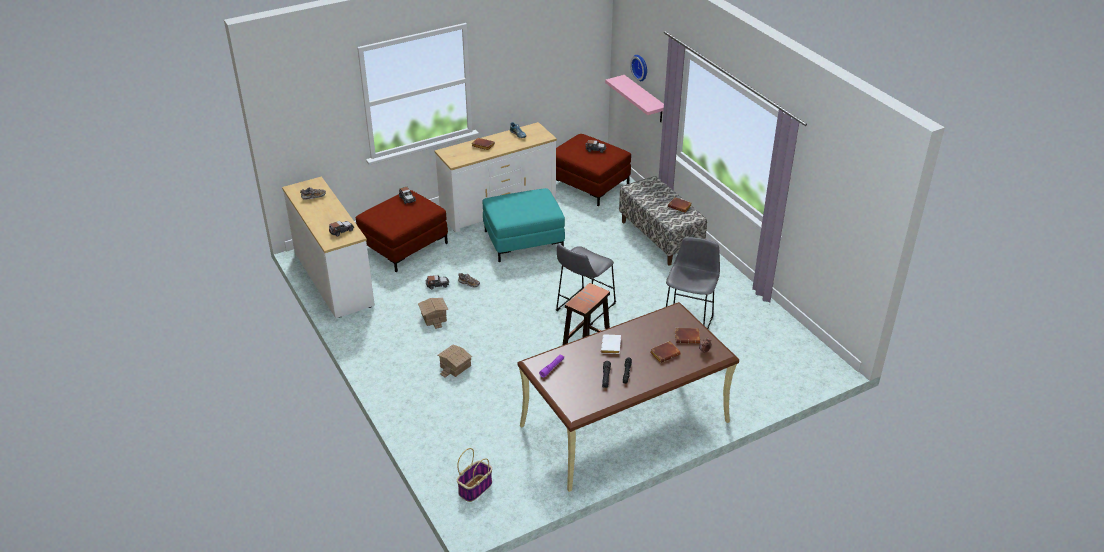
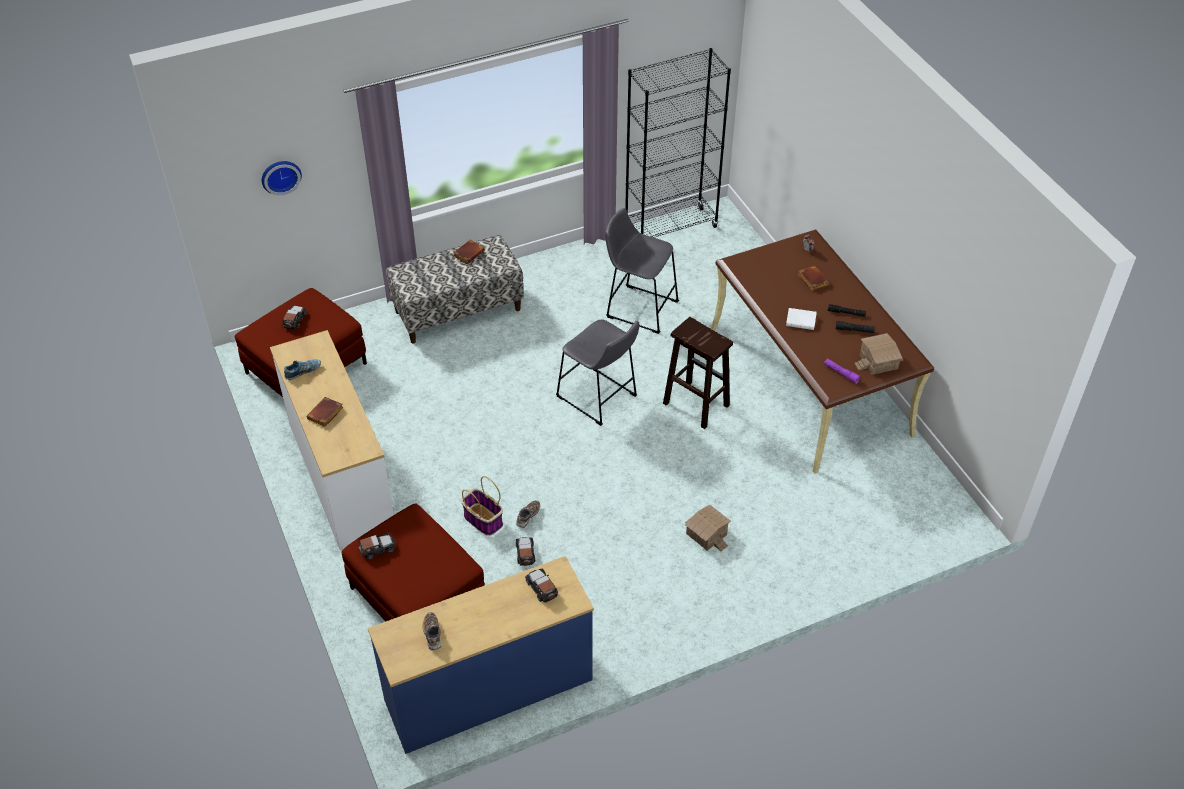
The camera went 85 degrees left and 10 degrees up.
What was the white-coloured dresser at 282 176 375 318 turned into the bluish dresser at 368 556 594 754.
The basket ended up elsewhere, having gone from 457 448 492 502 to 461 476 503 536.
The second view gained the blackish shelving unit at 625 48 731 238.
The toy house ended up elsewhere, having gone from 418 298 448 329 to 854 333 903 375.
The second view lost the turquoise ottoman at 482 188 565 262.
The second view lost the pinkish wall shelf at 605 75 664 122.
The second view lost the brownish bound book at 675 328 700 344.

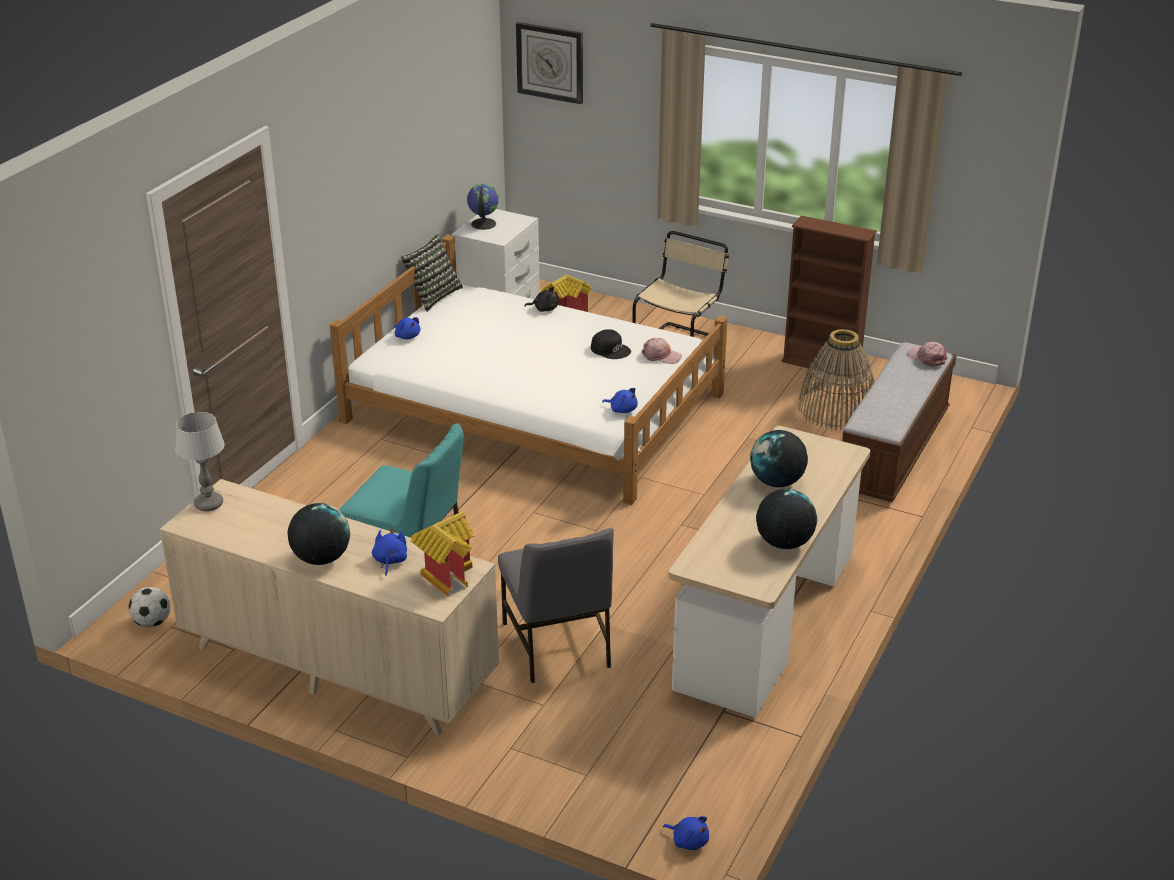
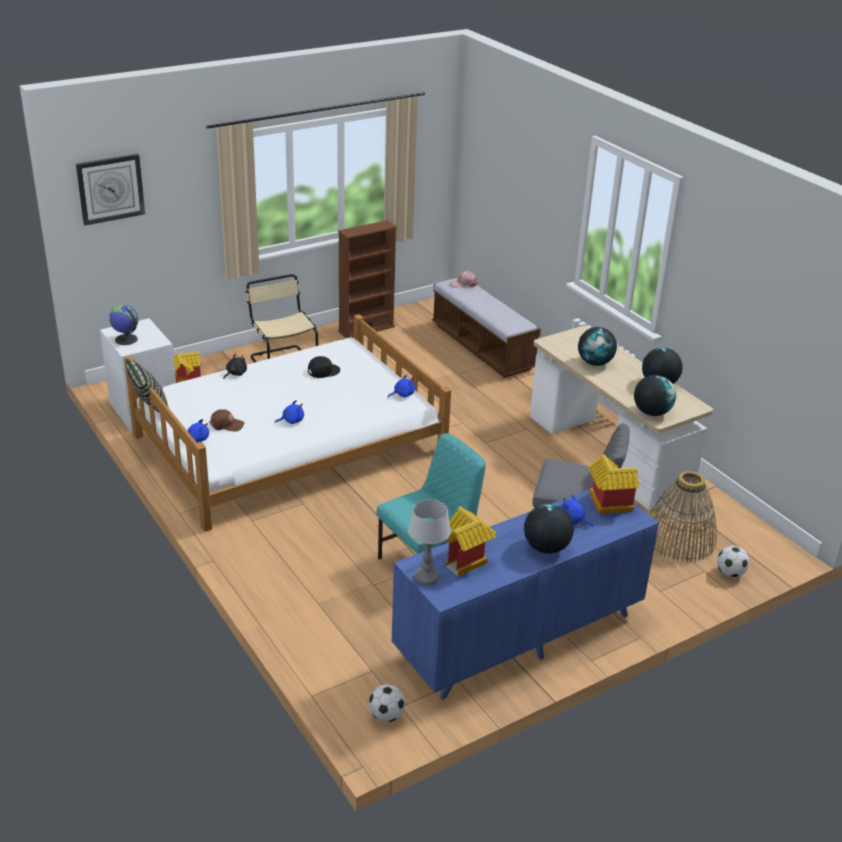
The camera went 60 degrees left and 0 degrees up.
The second view gained the brownish peaked cap at 209 409 244 431.
The bluish plush toy ended up elsewhere, having gone from 663 816 709 850 to 275 400 304 424.
What was the sand-coloured dresser at 160 479 499 735 turned into the bluish dresser at 392 489 659 700.
The second view gained the toy house at 446 506 496 576.
The second view gained the world globe at 634 375 676 416.
The basket ended up elsewhere, having gone from 797 329 874 430 to 650 471 717 562.
The second view gained the football at 717 546 749 577.
The second view lost the pinkish peaked cap at 641 338 682 364.

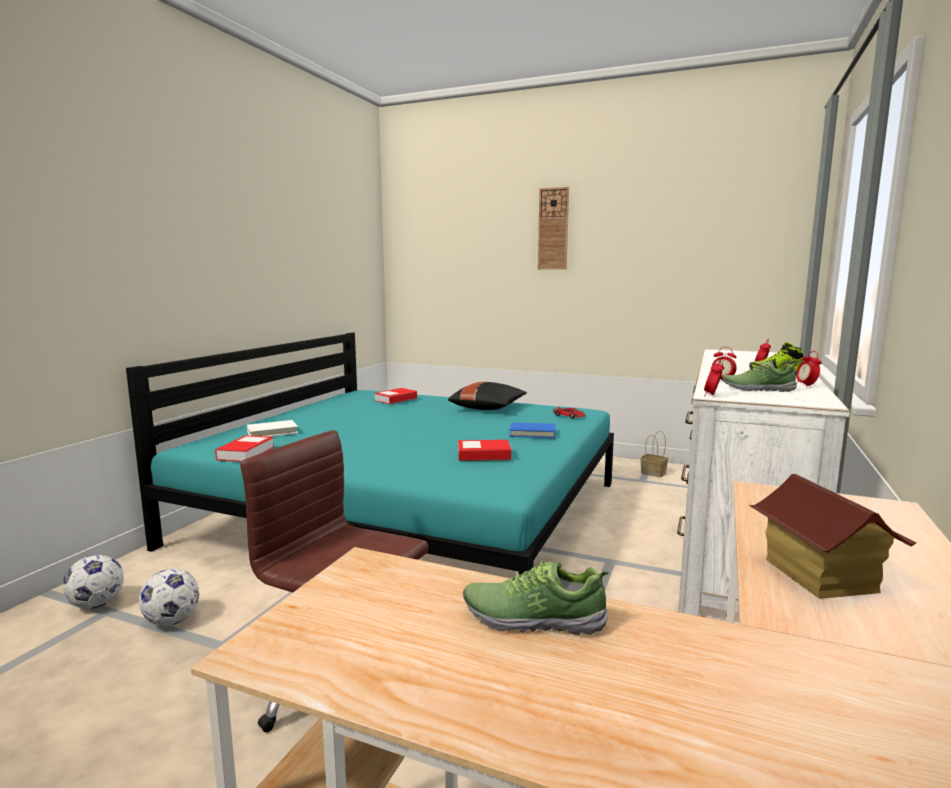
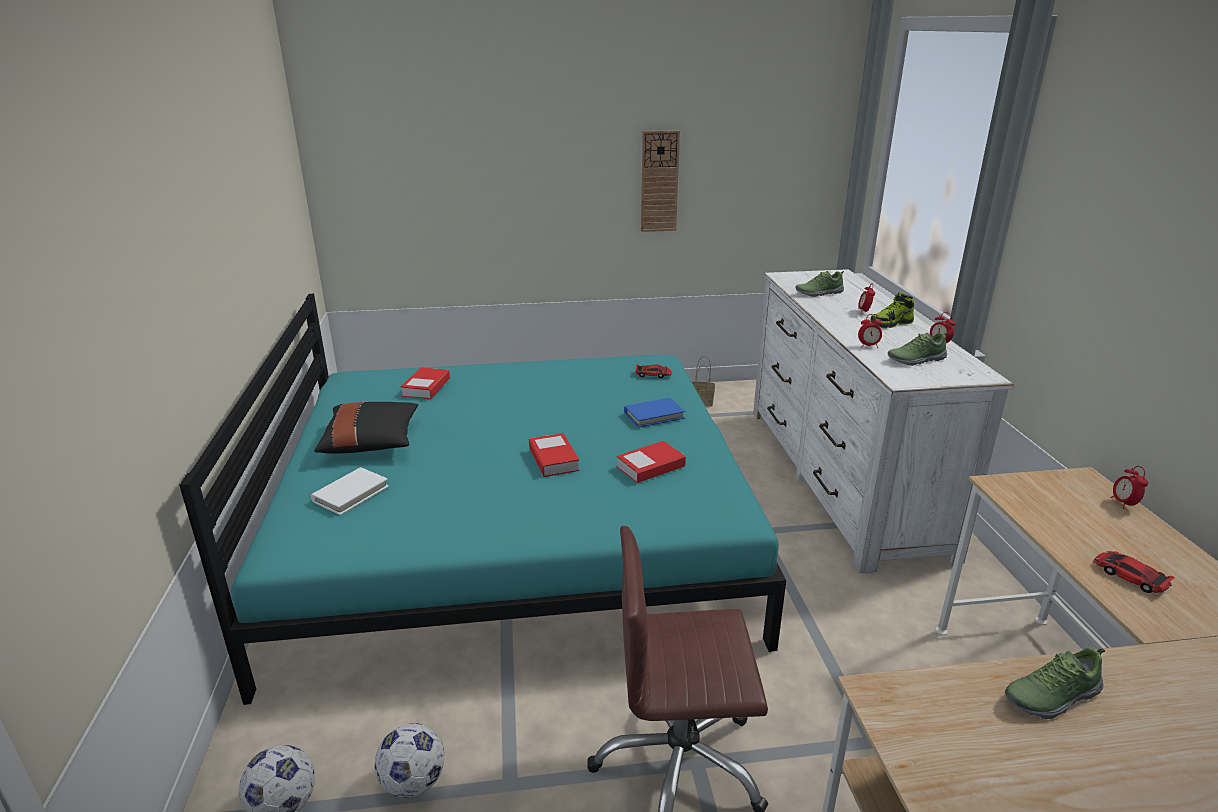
The camera went 30 degrees left and 15 degrees up.
The blackish cushion ended up elsewhere, having gone from 448 382 527 410 to 314 402 418 454.
The bound book ended up elsewhere, having gone from 215 435 274 462 to 529 433 580 477.
The wall clock ended up elsewhere, having gone from 538 187 569 270 to 641 130 680 232.
The second view gained the shoe at 795 271 844 297.
Where the toy house stood at 749 474 916 599, the toy car came to stand at 1093 551 1175 593.
The alarm clock ended up elsewhere, having gone from 704 358 724 396 to 1111 466 1148 509.

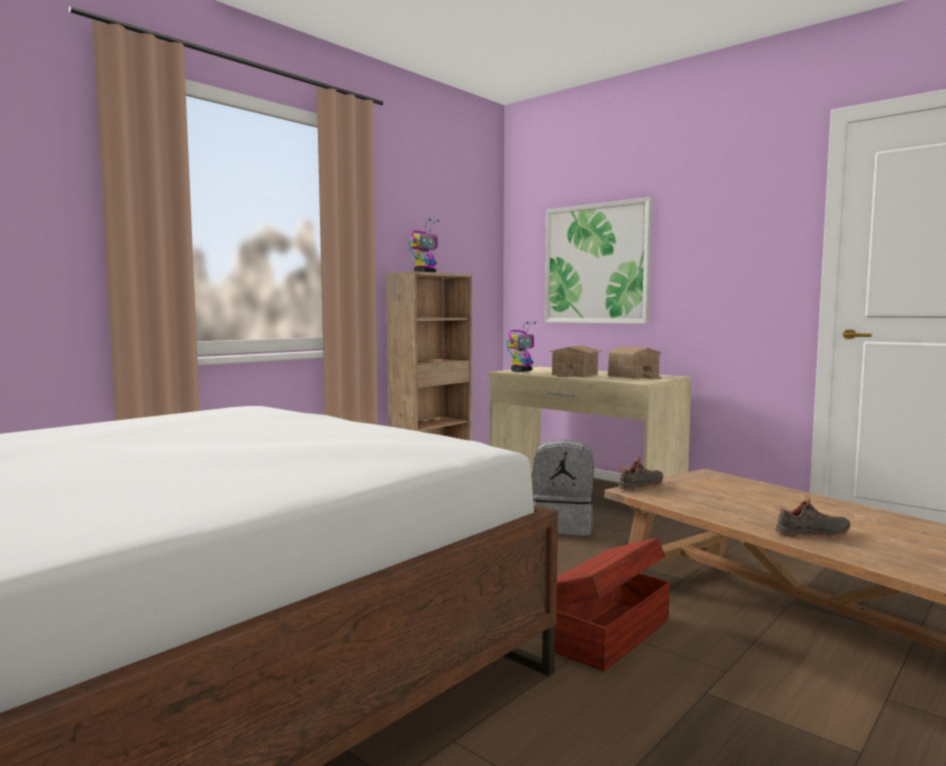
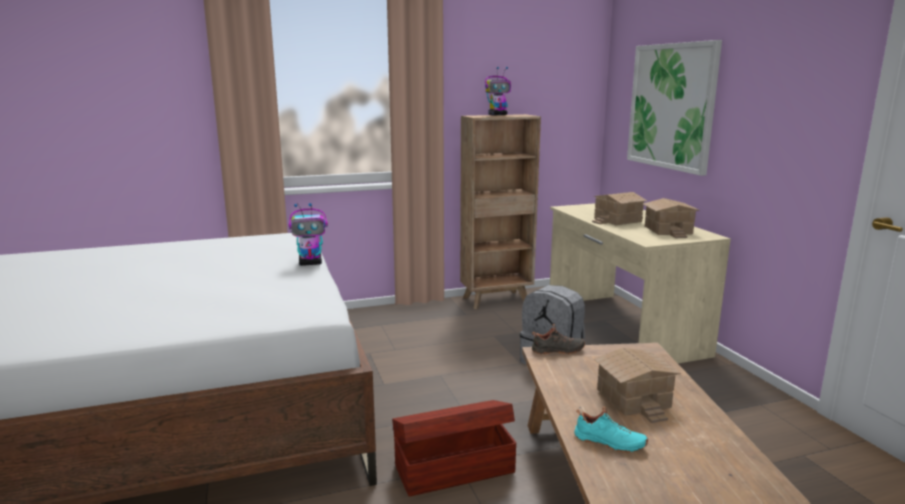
The camera went 30 degrees right and 10 degrees up.
The toy robot ended up elsewhere, having gone from 506 321 536 372 to 289 203 328 266.
What was the blackish shoe at 775 495 850 538 turned into the turquoise shoe at 574 406 648 453.
The second view gained the toy house at 594 348 681 423.

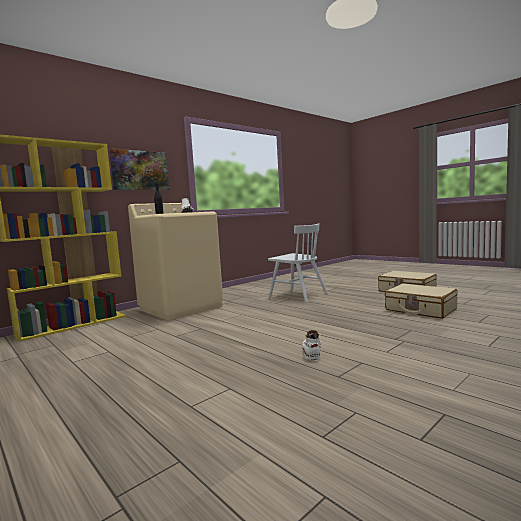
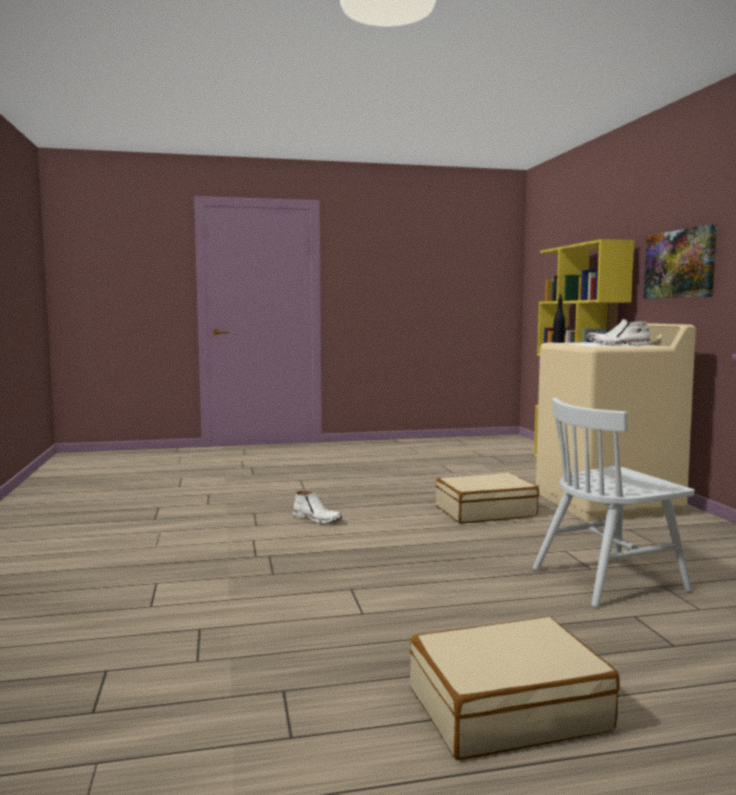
The camera went 120 degrees right and 0 degrees up.
The sand-coloured piece of luggage ended up elsewhere, having gone from 385 283 458 319 to 435 472 539 524.

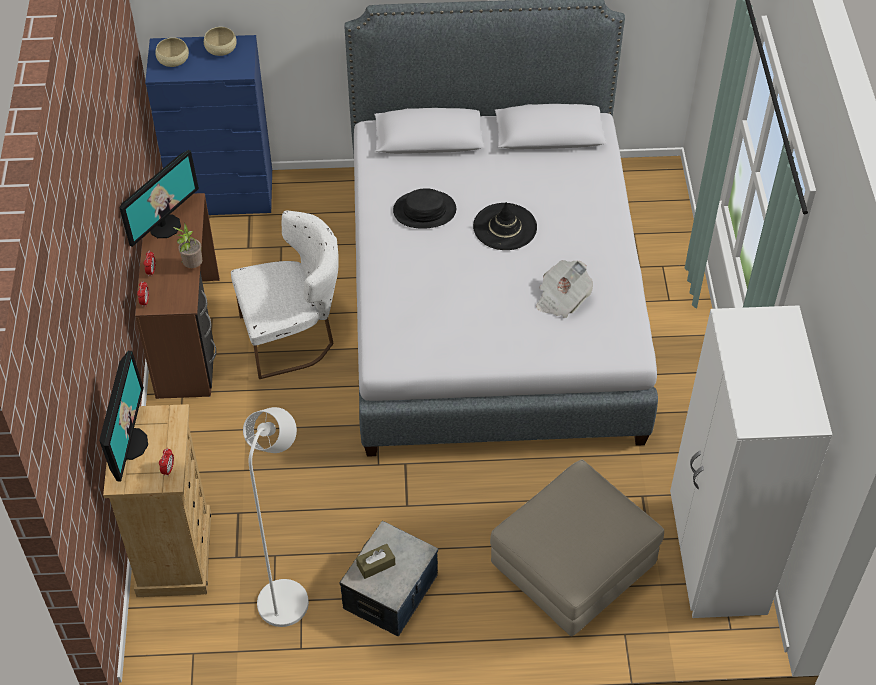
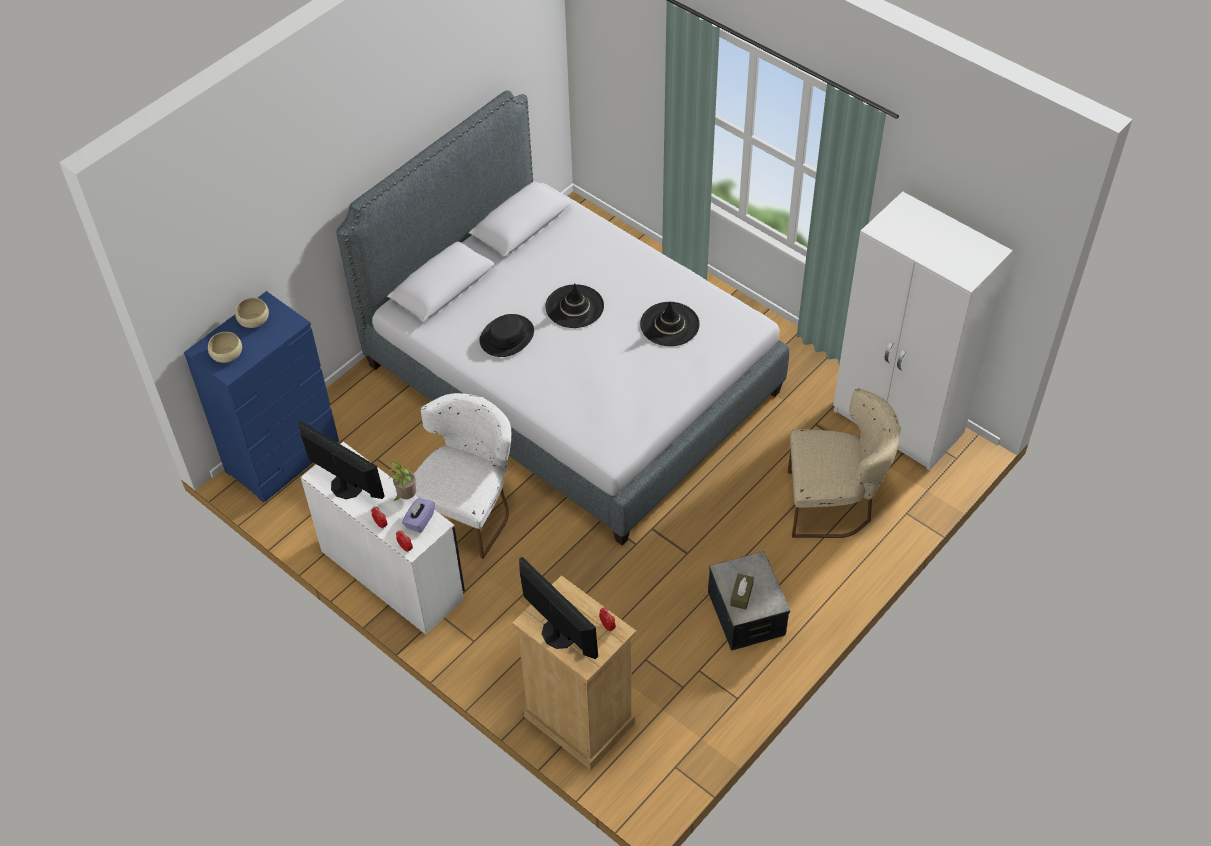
The camera went 45 degrees left and 0 degrees up.
The computer display at 120 150 199 247 ended up facing another way, 45 degrees counterclockwise from before.
What was the brownish desk unit at 135 193 220 399 turned into the white-coloured desk unit at 301 442 465 635.
The second view gained the purple-coloured tissue box at 402 498 435 533.
Where the printed paper stood at 536 260 593 318, the blackish clothing hat came to stand at 640 302 700 346.
Where the sand-coloured ottoman stood at 490 459 664 636, the sand-coloured plain chair came to stand at 788 388 901 538.
The second view lost the white-coloured standard lamp at 243 407 309 627.

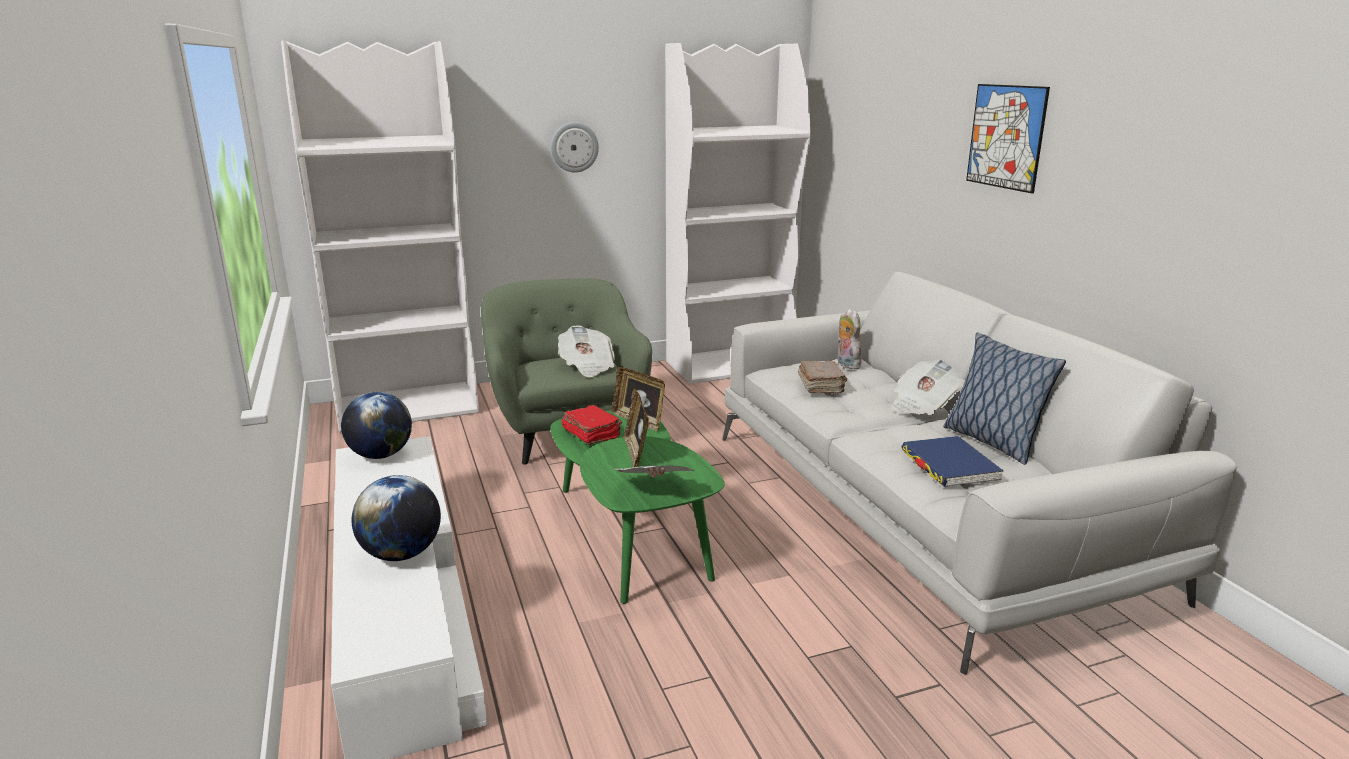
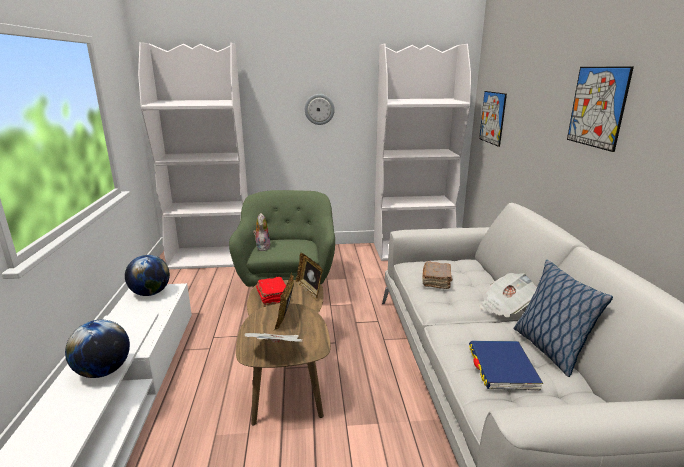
The camera went 15 degrees right and 0 degrees up.
What was the green coffee table at 550 410 725 604 turned into the brownish coffee table at 236 280 331 426.
The plush toy ended up elsewhere, having gone from 837 308 862 369 to 253 213 271 251.
The second view gained the wall picture at 479 91 507 147.
The second view lost the printed paper at 558 325 616 377.

